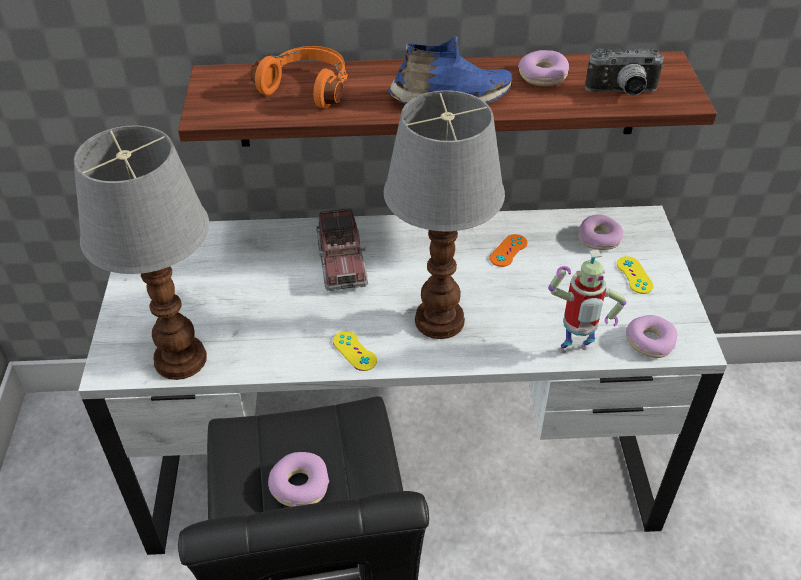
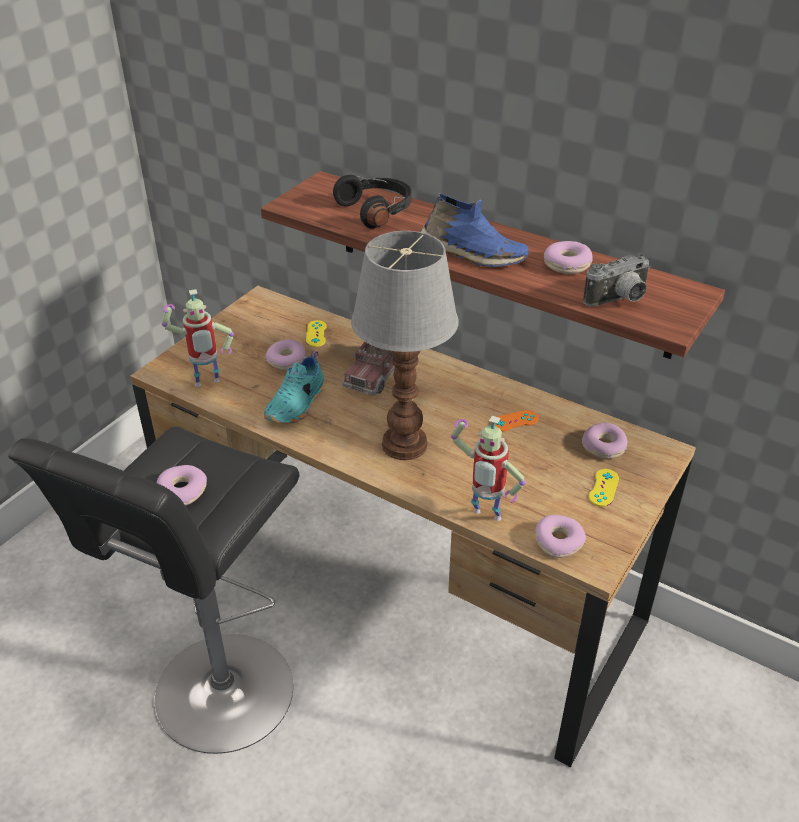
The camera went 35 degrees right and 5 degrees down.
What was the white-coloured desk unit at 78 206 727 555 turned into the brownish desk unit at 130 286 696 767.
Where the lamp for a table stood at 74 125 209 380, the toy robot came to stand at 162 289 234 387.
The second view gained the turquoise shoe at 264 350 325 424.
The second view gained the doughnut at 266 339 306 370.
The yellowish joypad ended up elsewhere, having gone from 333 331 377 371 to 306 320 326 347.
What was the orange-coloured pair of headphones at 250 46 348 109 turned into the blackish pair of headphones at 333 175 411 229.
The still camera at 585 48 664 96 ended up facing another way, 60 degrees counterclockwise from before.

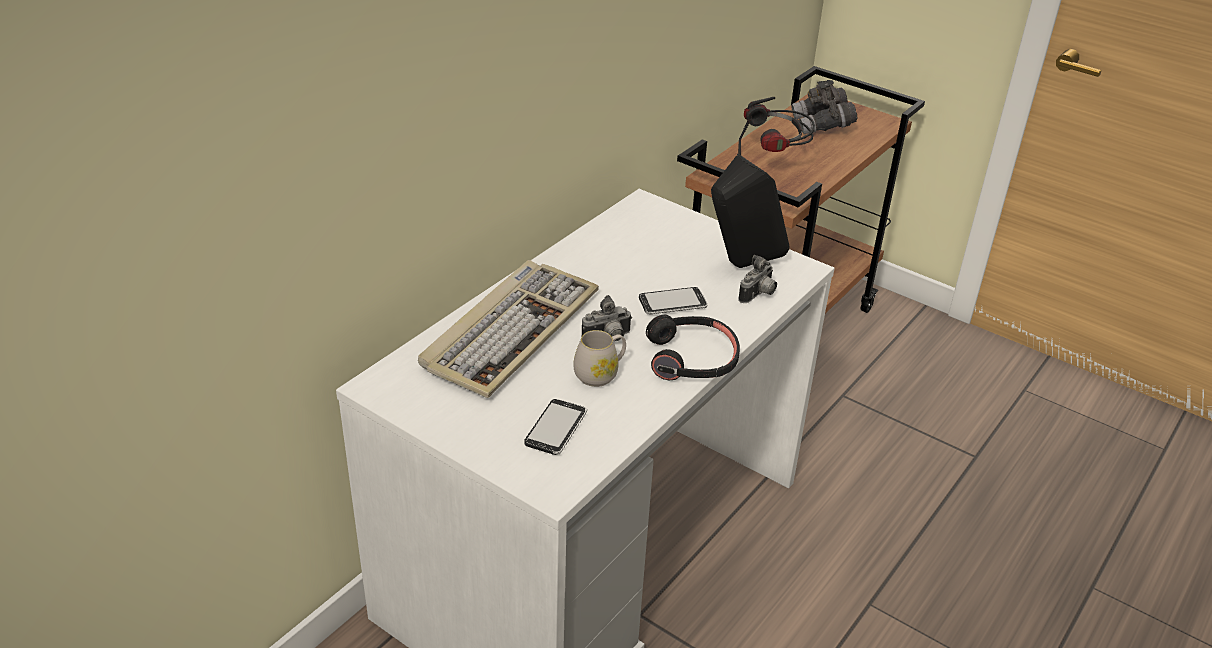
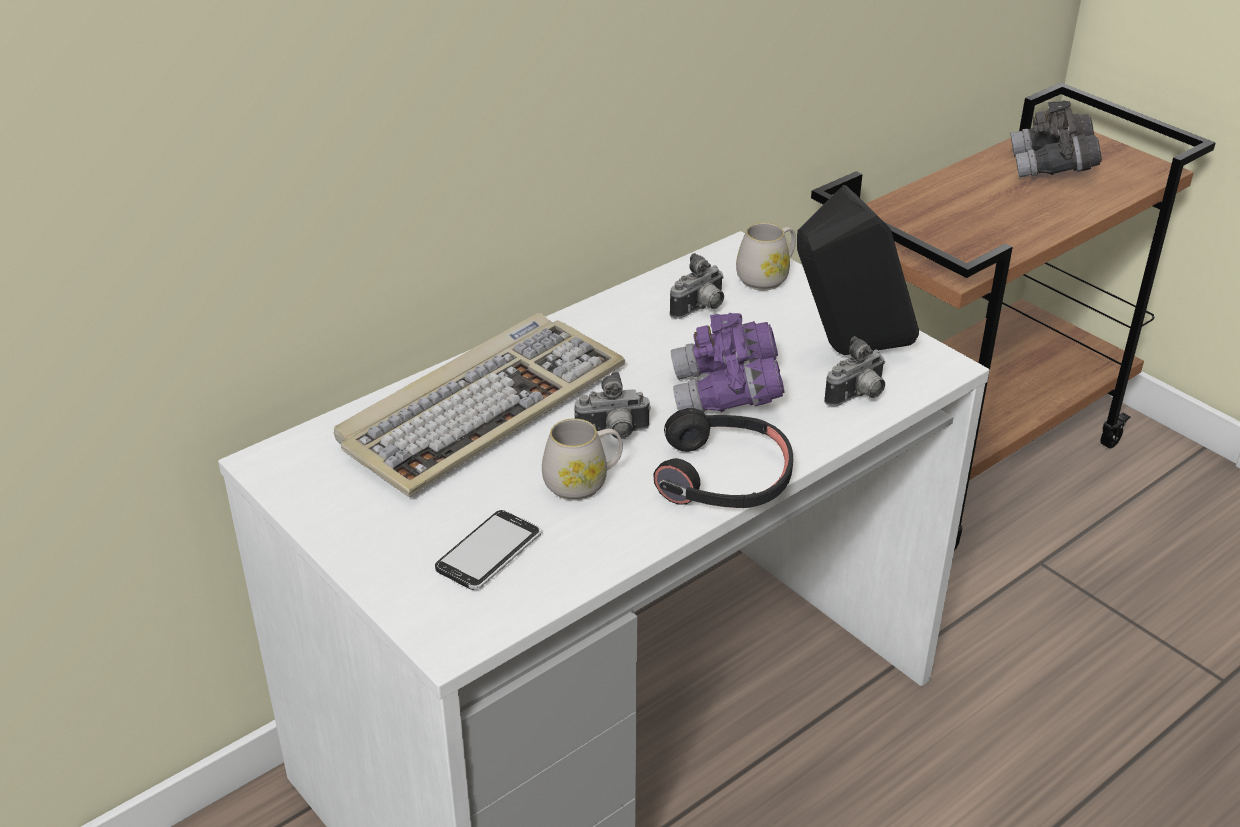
The camera went 15 degrees right and 0 degrees up.
The second view gained the still camera at 670 253 724 319.
Where the phone stood at 639 287 708 315, the purple-coloured field glasses came to stand at 671 313 785 412.
The second view gained the white-coloured tea mug at 736 223 796 290.
The second view lost the pair of headphones at 738 97 815 155.

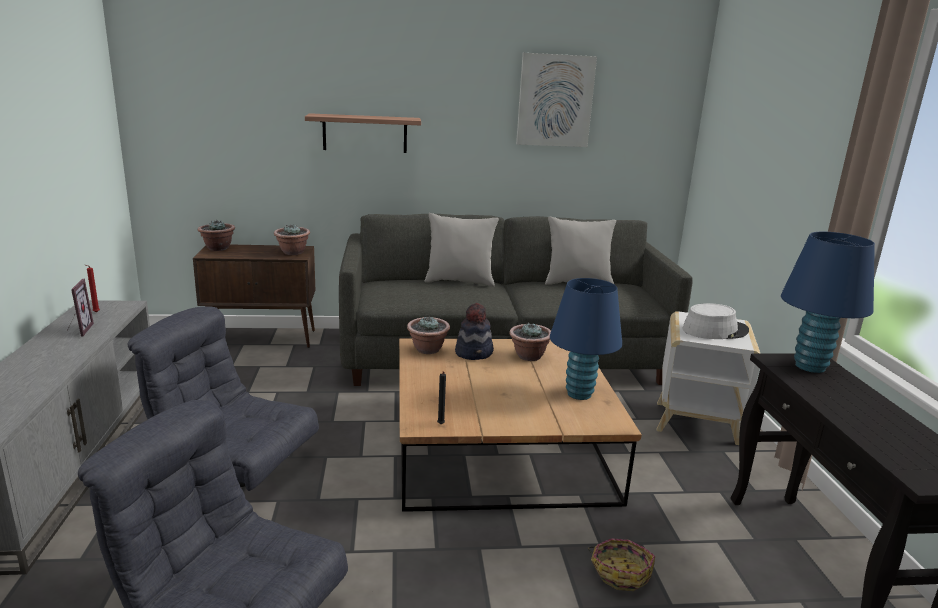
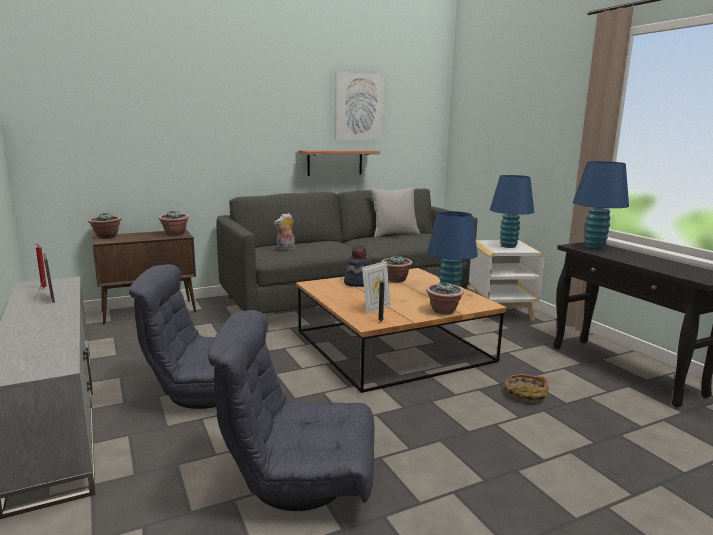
The camera went 20 degrees left and 5 degrees down.
The second view gained the plush toy at 274 213 295 251.
The wall shelf ended up elsewhere, having gone from 305 113 421 153 to 298 150 380 176.
The second view gained the photo frame at 362 261 391 314.
The plant in a pot ended up elsewhere, having gone from 407 317 450 354 to 426 282 464 315.
Where the grey clothing hat stood at 682 303 749 339, the bluish lamp for a table came to stand at 490 175 534 248.
The second view lost the grey cushion at 424 213 499 287.

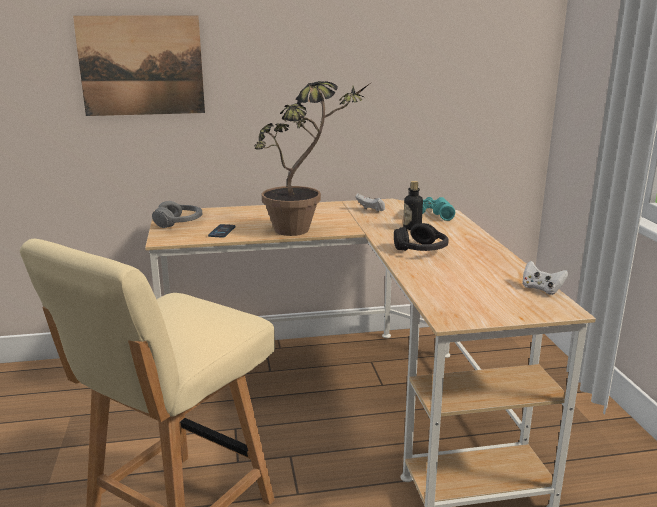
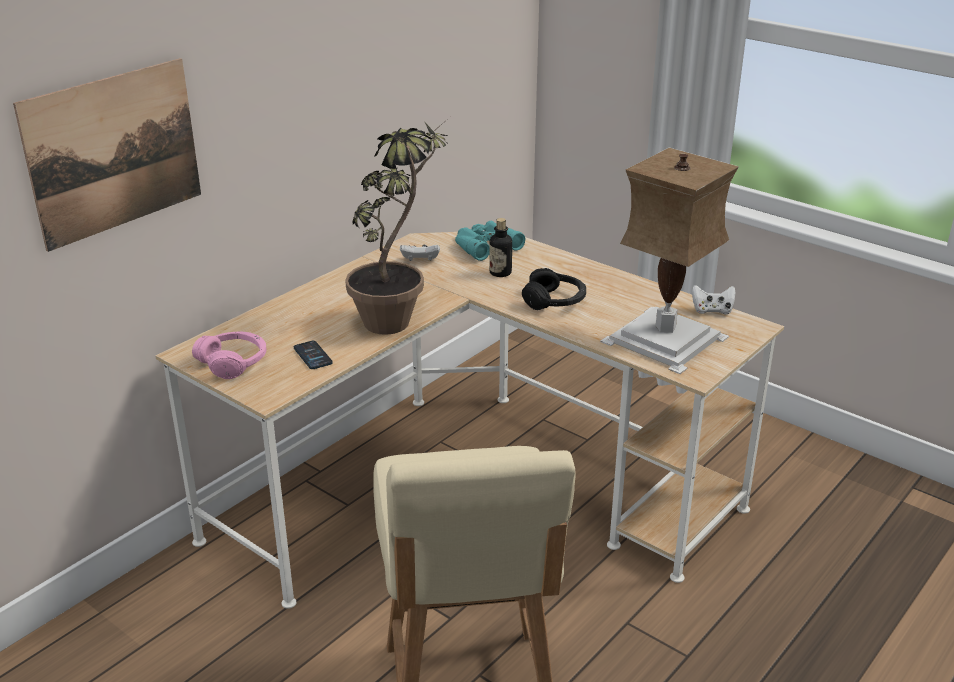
The camera went 40 degrees left and 10 degrees up.
What was the grey pair of headphones at 152 201 202 228 turned into the pinkish pair of headphones at 192 331 267 379.
The second view gained the lamp for a table at 600 148 739 374.

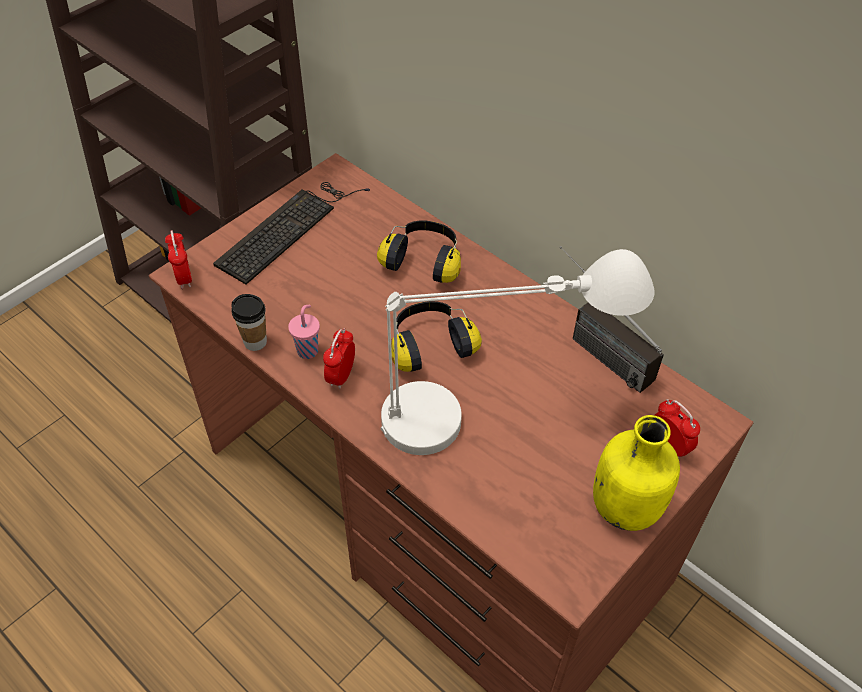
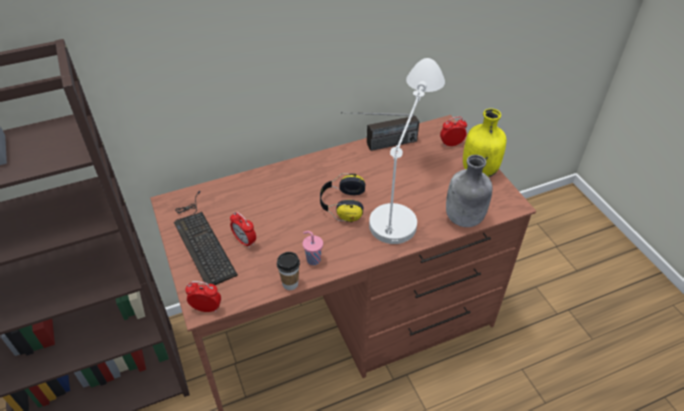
The camera went 65 degrees left and 5 degrees down.
The alarm clock ended up elsewhere, having gone from 323 328 355 389 to 230 212 256 248.
The second view gained the grey beverage bottle at 446 155 493 227.
The second view lost the pair of headphones at 377 220 461 283.

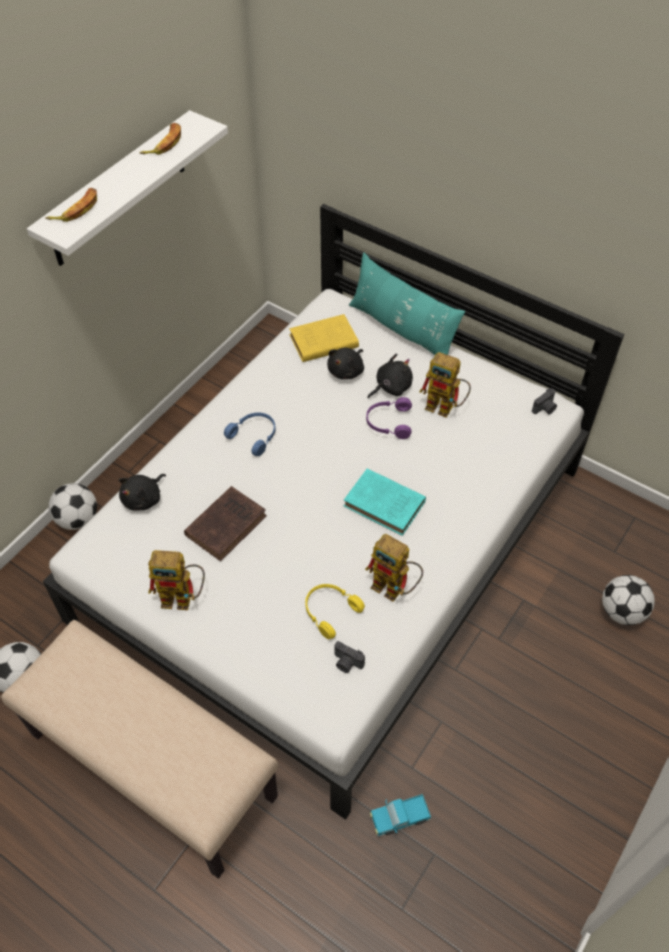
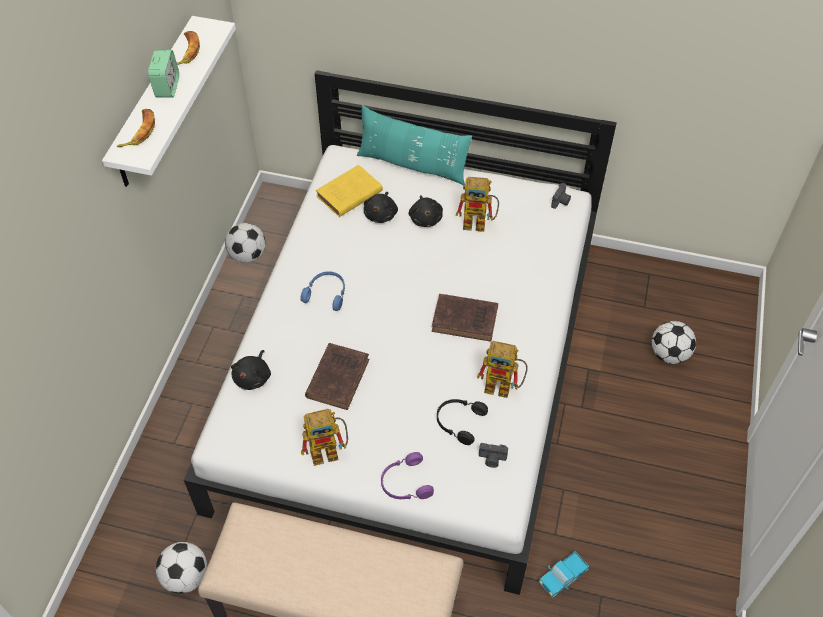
The camera went 20 degrees left and 0 degrees up.
The second view gained the alarm clock at 148 50 179 98.
The football ended up elsewhere, having gone from 48 483 97 530 to 225 223 266 263.
The purple-coloured pair of headphones ended up elsewhere, having gone from 366 397 412 439 to 381 452 434 499.
The blackish plush toy at 368 354 413 398 ended up facing another way, 135 degrees clockwise from before.
What was the turquoise bound book at 344 468 426 536 turned into the brownish bound book at 432 294 498 342.
What was the yellowish pair of headphones at 305 584 365 640 turned into the blackish pair of headphones at 437 399 488 445.

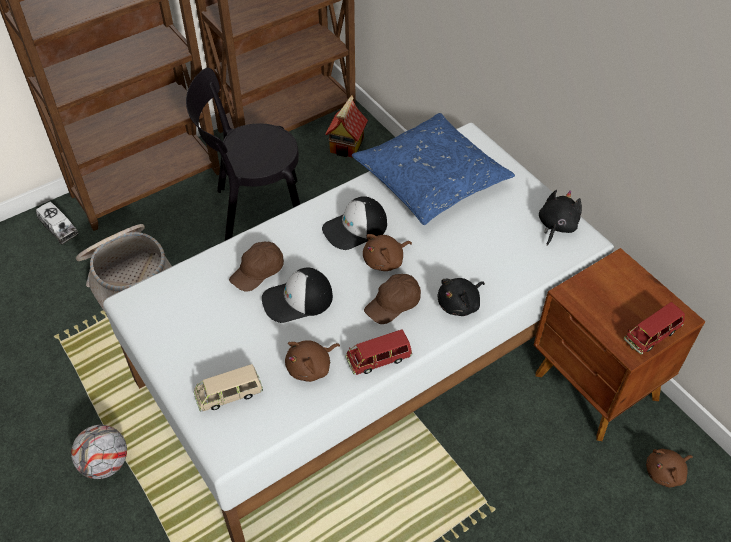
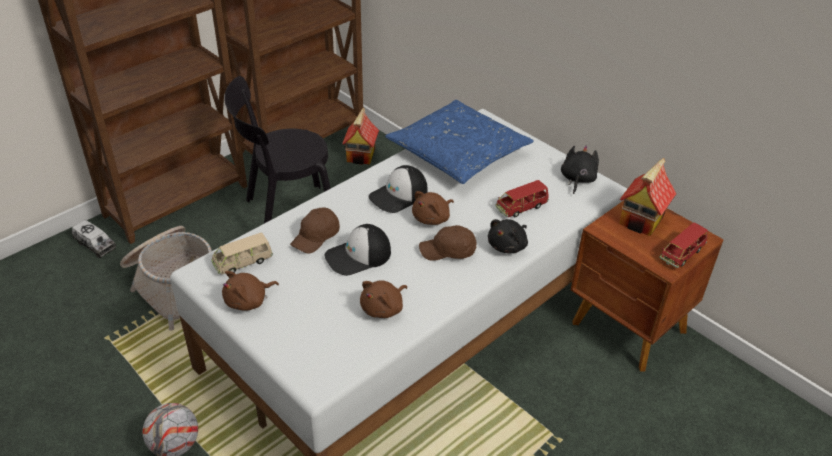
The camera went 10 degrees left and 10 degrees down.
The sand-coloured toy car ended up elsewhere, having gone from 194 364 263 411 to 211 232 273 274.
The brownish plush toy ended up elsewhere, having gone from 646 449 693 488 to 222 271 279 311.
The brownish peaked cap at 364 274 421 324 ended up facing another way, 45 degrees clockwise from before.
The red-coloured toy car ended up elsewhere, having gone from 346 329 412 375 to 496 180 549 217.
The second view gained the toy house at 619 158 676 236.

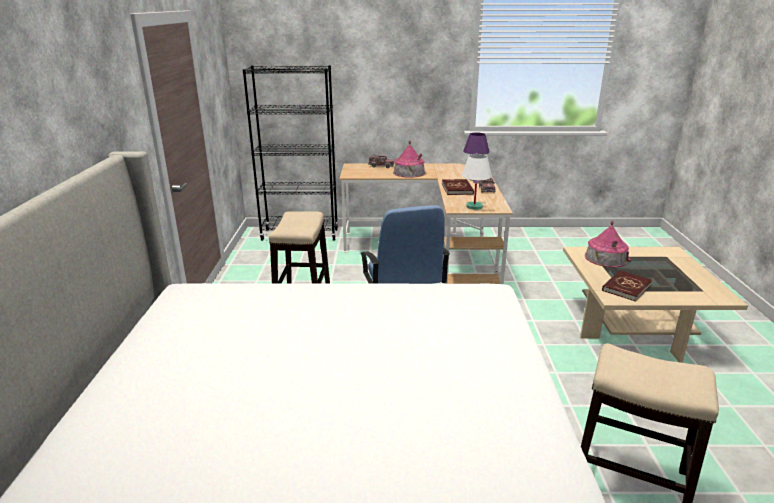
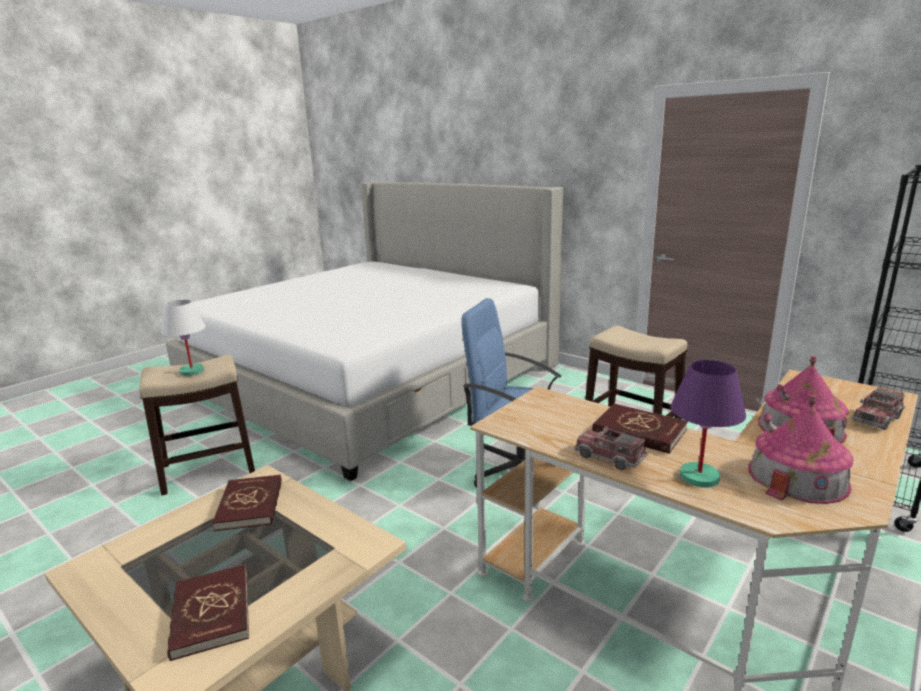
The camera went 130 degrees right and 5 degrees down.
The white-coloured lamp for a table ended up elsewhere, having gone from 462 154 492 210 to 161 300 206 376.
The second view gained the red-coloured bound book at 167 564 249 661.
The toy house ended up elsewhere, having gone from 584 220 631 267 to 748 395 853 504.

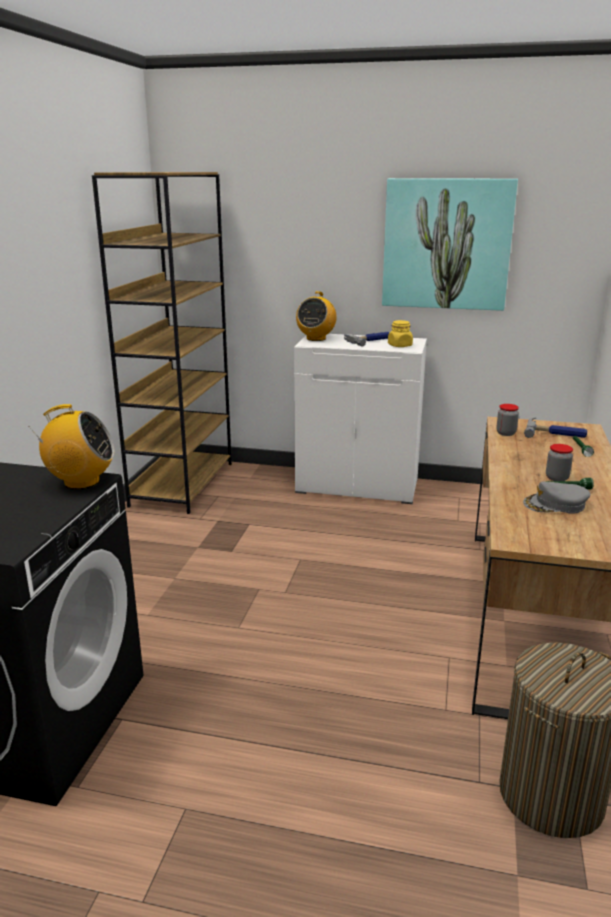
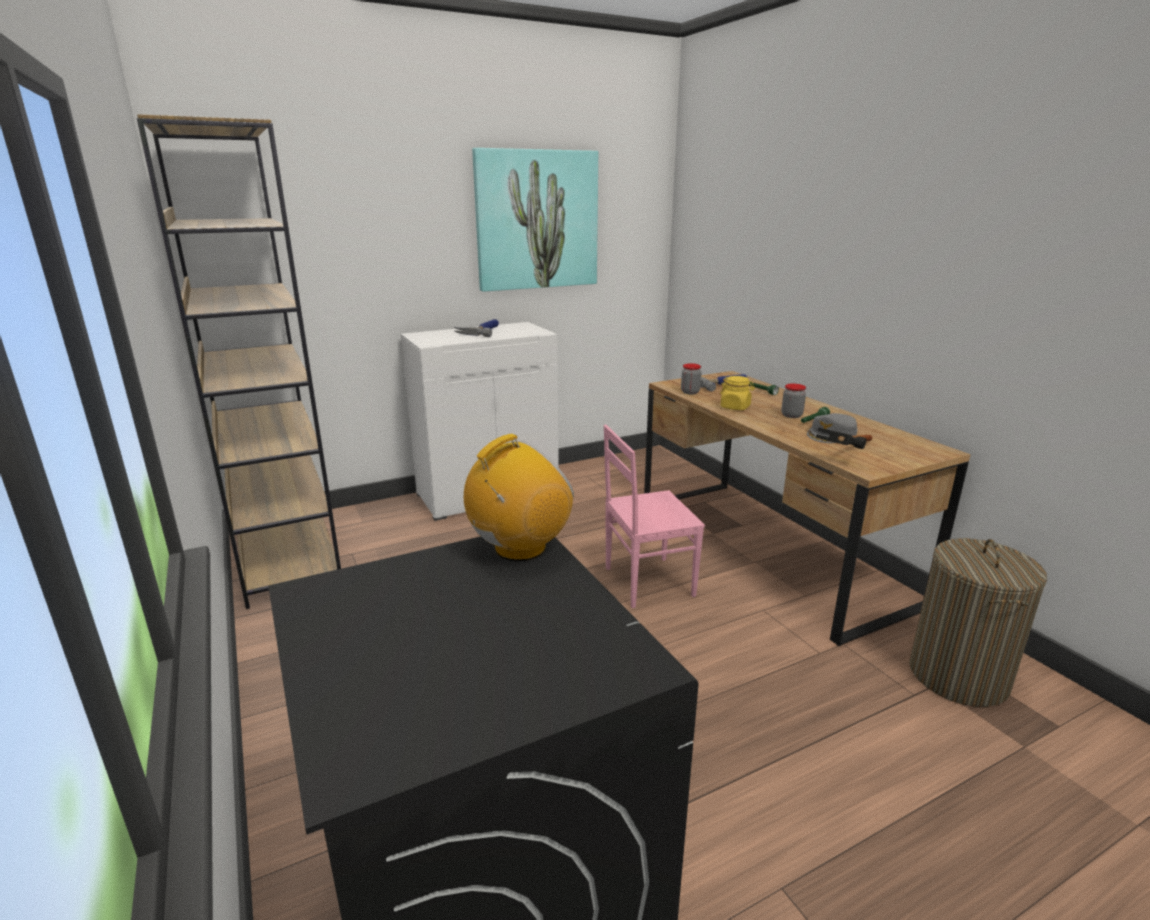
The camera went 40 degrees left and 0 degrees up.
The second view gained the pinkish plain chair at 604 425 705 608.
The yellowish storage jar ended up elsewhere, having gone from 388 320 413 347 to 720 376 755 410.
The second view gained the hammer at 816 427 872 449.
The second view lost the radio receiver at 296 291 337 341.

